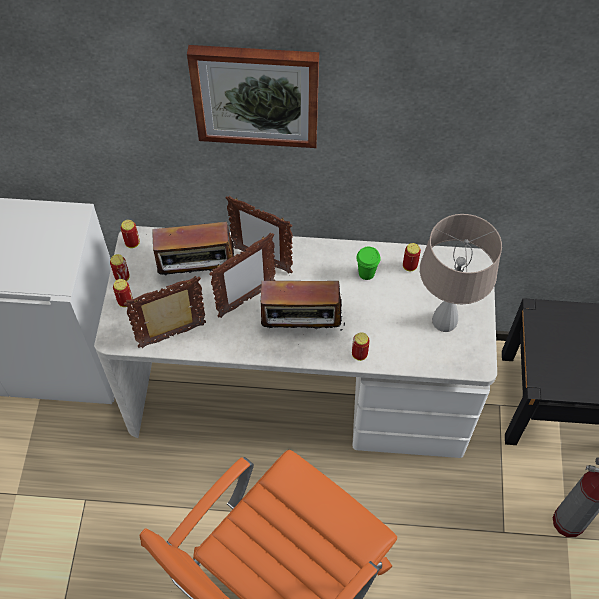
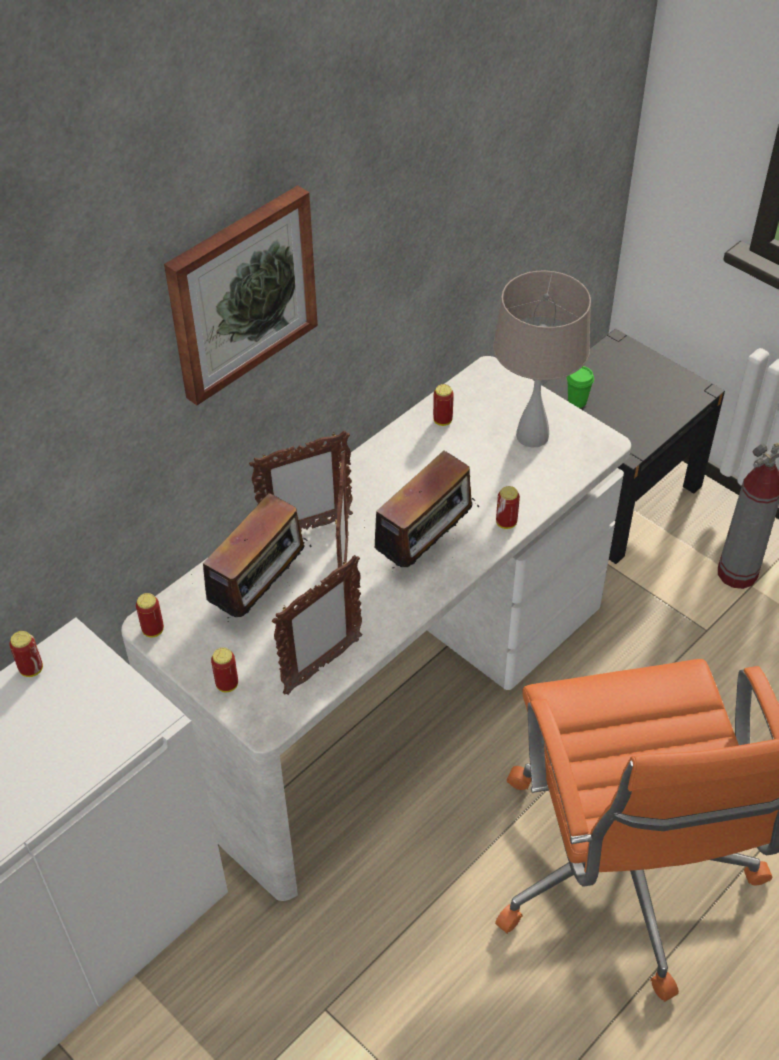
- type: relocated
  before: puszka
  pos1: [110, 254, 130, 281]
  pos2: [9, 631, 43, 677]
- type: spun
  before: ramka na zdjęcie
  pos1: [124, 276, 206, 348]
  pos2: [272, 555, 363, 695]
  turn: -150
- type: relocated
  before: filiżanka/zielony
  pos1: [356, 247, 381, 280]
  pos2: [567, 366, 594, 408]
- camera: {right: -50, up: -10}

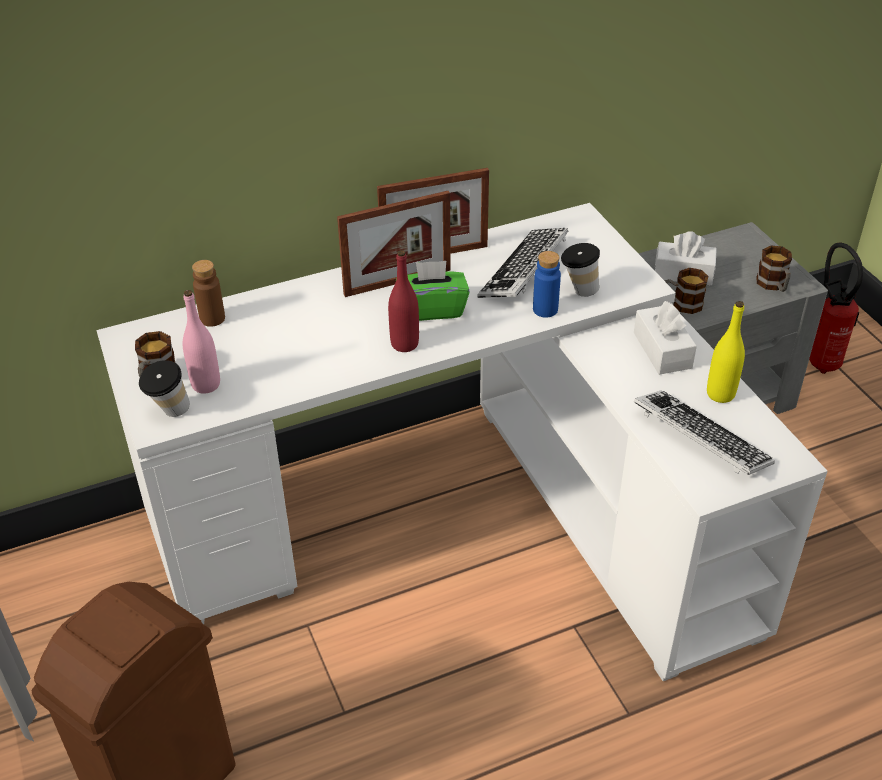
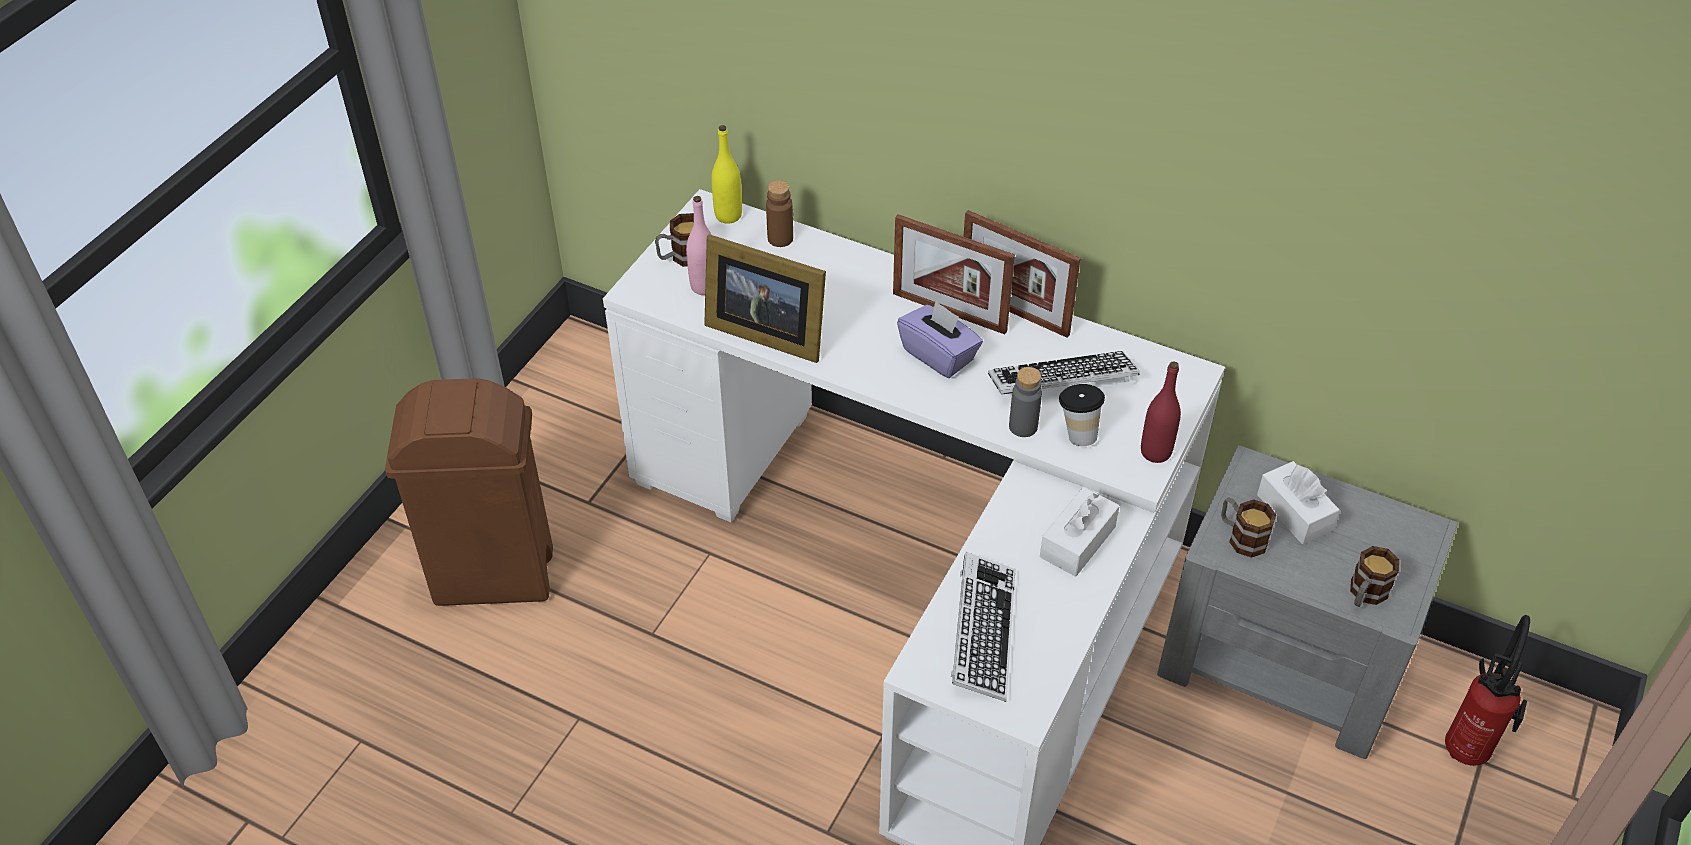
- type: appeared
  after: ramka na zdjęcie
  pos2: [704, 234, 826, 363]
- type: relocated
  before: butelka/żółty
  pos1: [707, 301, 745, 403]
  pos2: [711, 125, 742, 224]
- type: colour
  before: pudełko chusteczek/zielony
  after: pudełko chusteczek/fioletowy
  pos1: [396, 261, 469, 321]
  pos2: [897, 301, 983, 378]
- type: colour
  before: butelka/niebieski
  after: butelka/szary
  pos1: [533, 251, 561, 318]
  pos2: [1009, 367, 1042, 437]
- type: relocated
  before: butelka/czerwony
  pos1: [388, 250, 419, 352]
  pos2: [1141, 361, 1181, 463]
- type: missing
  before: filiżanka
  pos1: [139, 360, 190, 417]
- camera: {right: 50, up: 5}

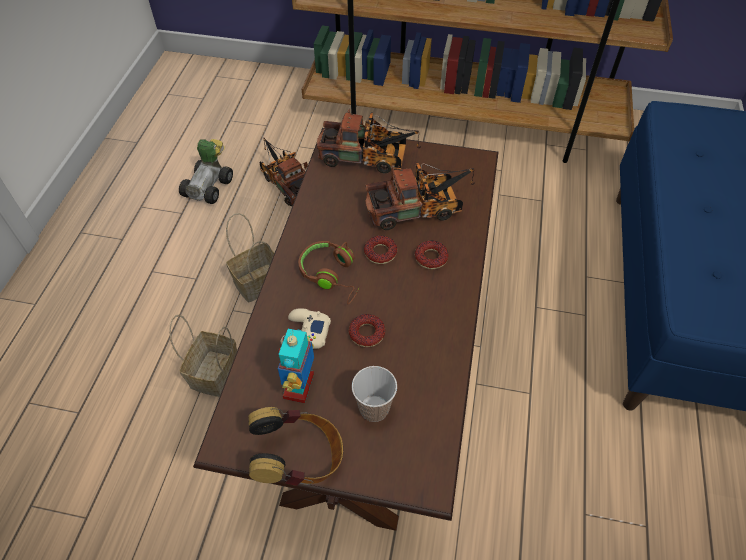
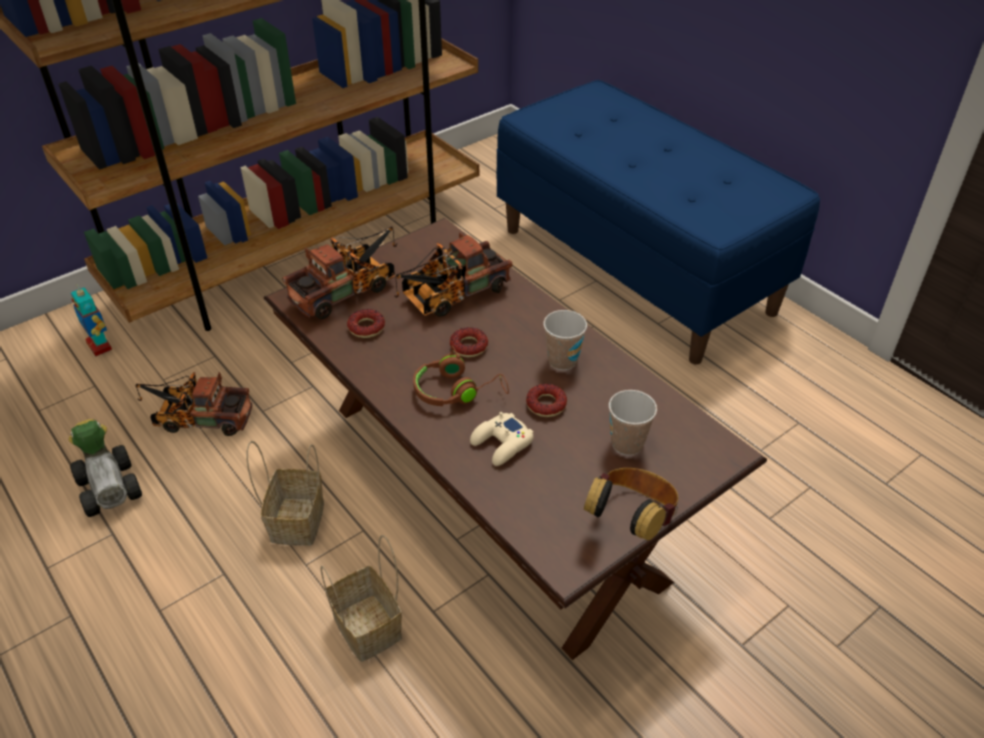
- type: relocated
  before: robot zabawkowy
  pos1: [278, 329, 314, 403]
  pos2: [71, 284, 112, 356]
- type: relocated
  before: donut
  pos1: [415, 240, 448, 269]
  pos2: [347, 309, 385, 338]
- type: spun
  before: ciężarówka zabawkowa
  pos1: [365, 162, 475, 230]
  pos2: [394, 232, 512, 317]
  turn: -150
- type: appeared
  after: filiżanka
  pos2: [543, 310, 587, 370]
- camera: {right: -50, up: -10}

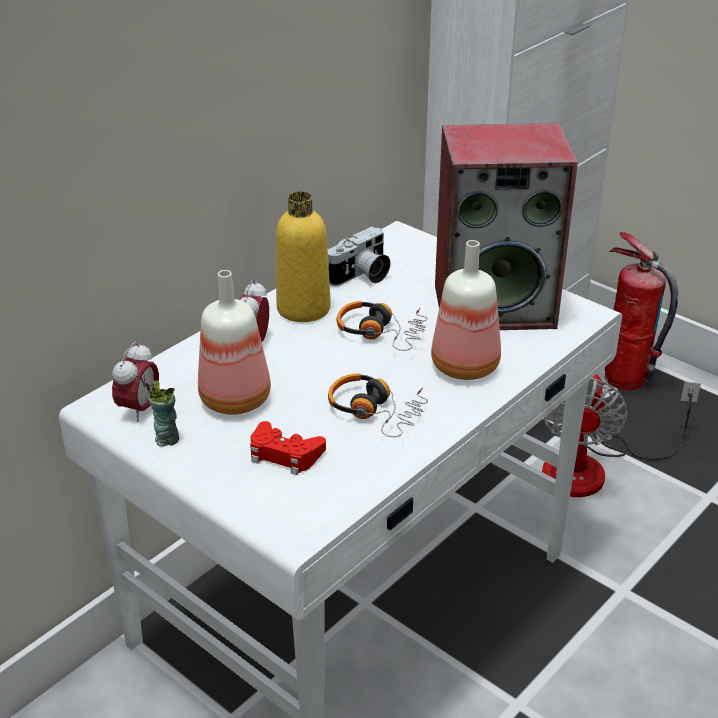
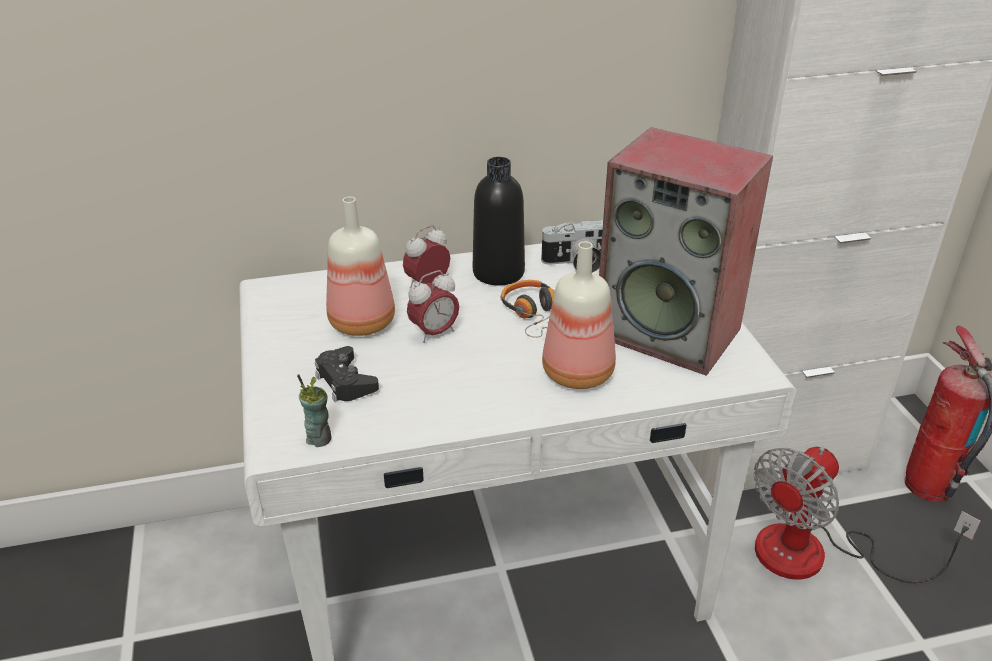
- type: relocated
  before: filiżanka
  pos1: [145, 380, 179, 446]
  pos2: [297, 374, 331, 447]
- type: colour
  before: pad do gier/czerwony
  after: pad do gier/czarny
  pos1: [250, 421, 326, 475]
  pos2: [315, 346, 379, 402]
- type: relocated
  before: budzik
  pos1: [112, 342, 159, 422]
  pos2: [407, 270, 459, 343]
- type: colour
  before: butelka/żółty
  after: butelka/czarny
  pos1: [276, 191, 331, 322]
  pos2: [473, 157, 525, 285]
- type: missing
  before: słuchawki
  pos1: [328, 373, 428, 437]
- camera: {right: 35, up: 0}

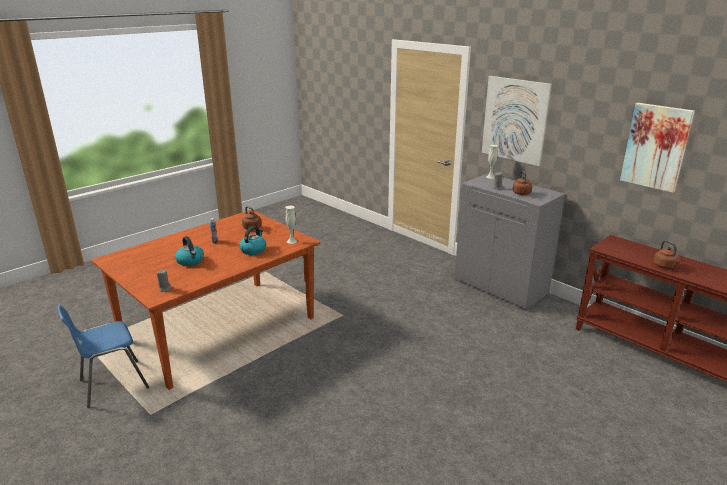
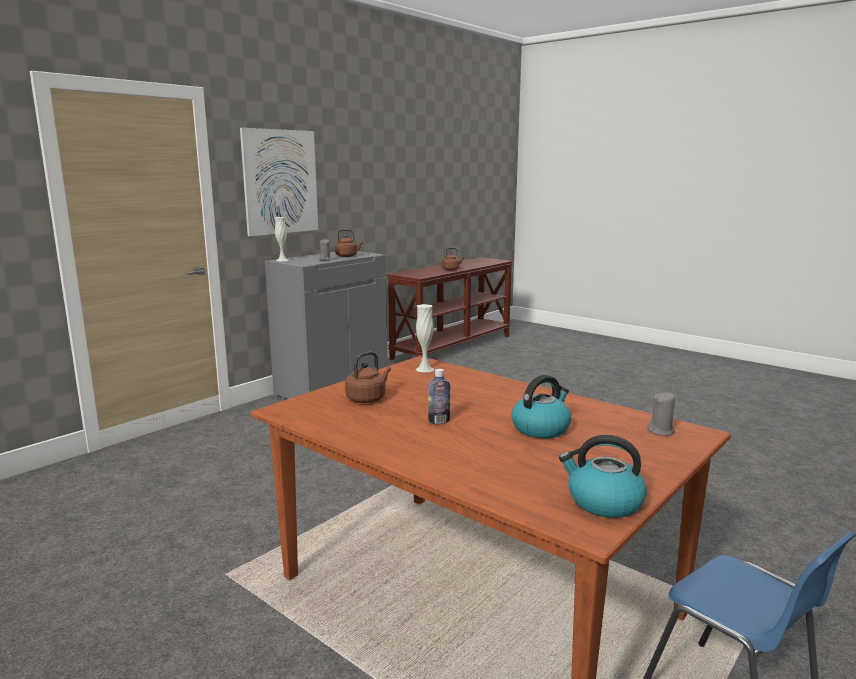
- type: relocated
  before: czajnik
  pos1: [239, 226, 266, 255]
  pos2: [559, 435, 647, 518]
- type: missing
  before: obraz
  pos1: [620, 103, 695, 193]
- camera: {right: -95, up: -10}

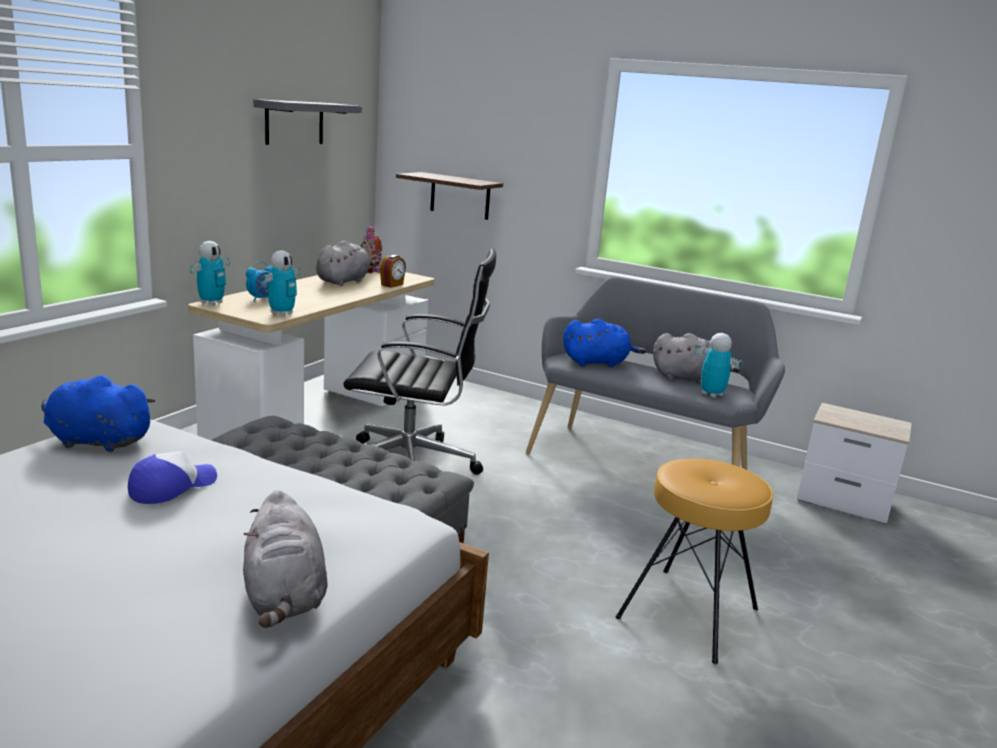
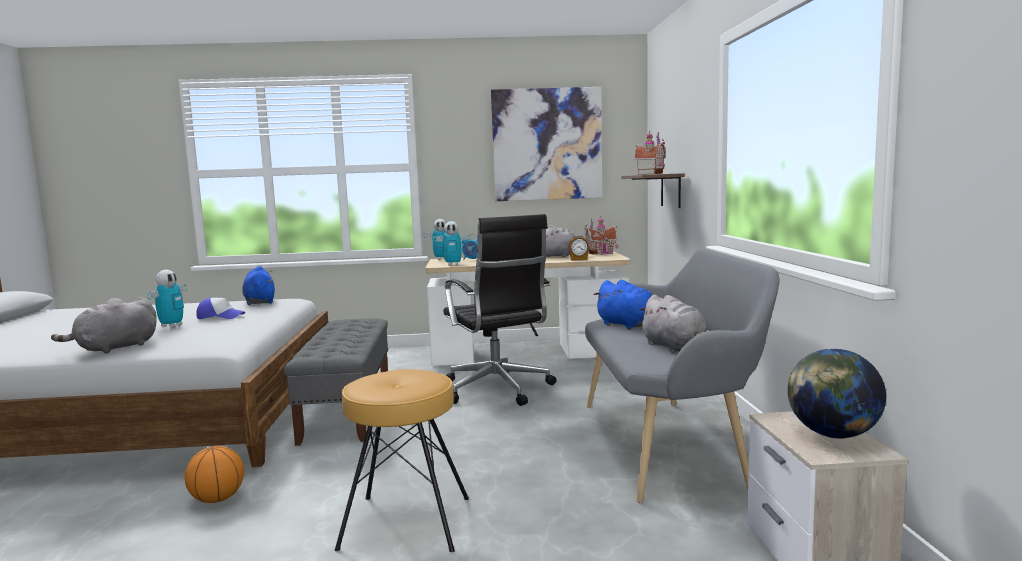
- type: relocated
  before: robot zabawkowy
  pos1: [695, 333, 743, 398]
  pos2: [148, 270, 187, 328]
- type: appeared
  after: piłka do koszykówki
  pos2: [185, 446, 244, 503]
- type: exchanged
  before: półka/szary
  after: obraz
  pos1: [253, 99, 362, 145]
  pos2: [491, 87, 603, 201]
- type: appeared
  after: domek
  pos2: [634, 131, 666, 175]
- type: appeared
  after: globus
  pos2: [788, 348, 886, 439]
- camera: {right: 60, up: -10}

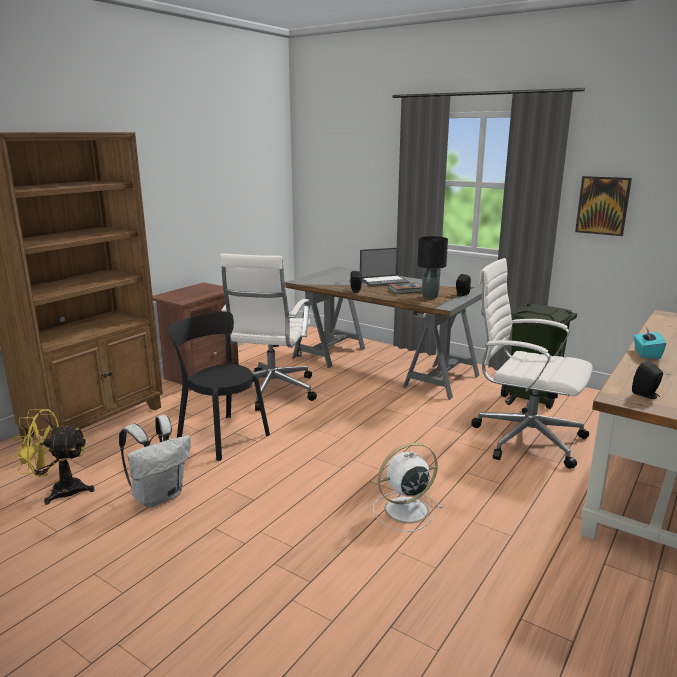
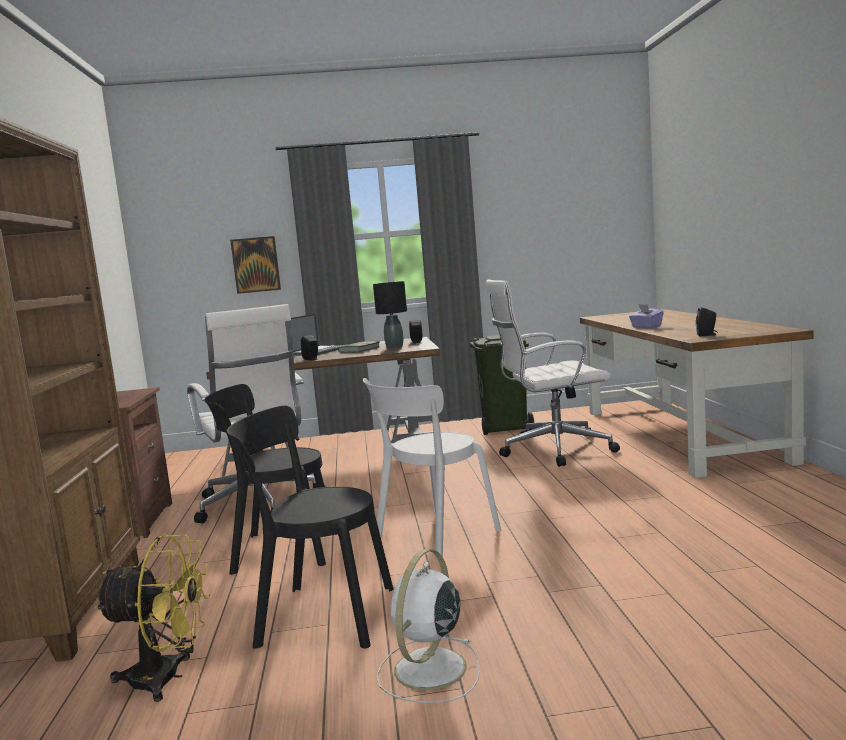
- type: spun
  before: wentylator/żółty
  pos1: [12, 409, 95, 505]
  pos2: [94, 534, 210, 702]
  turn: -135
- type: exchanged
  before: plecak/biały
  after: krzesło/czarny
  pos1: [119, 415, 191, 507]
  pos2: [227, 406, 393, 649]
- type: relocated
  before: obraz
  pos1: [575, 176, 632, 236]
  pos2: [230, 236, 281, 294]
- type: appeared
  after: krzesło/biały
  pos2: [363, 378, 501, 561]
- type: relocated
  before: wentylator/biały
  pos1: [373, 443, 442, 532]
  pos2: [376, 549, 480, 703]
- type: colour
  before: pudełko chusteczek/turkusowy
  after: pudełko chusteczek/fioletowy
  pos1: [634, 327, 666, 359]
  pos2: [629, 304, 664, 328]
- camera: {right: -40, up: -10}

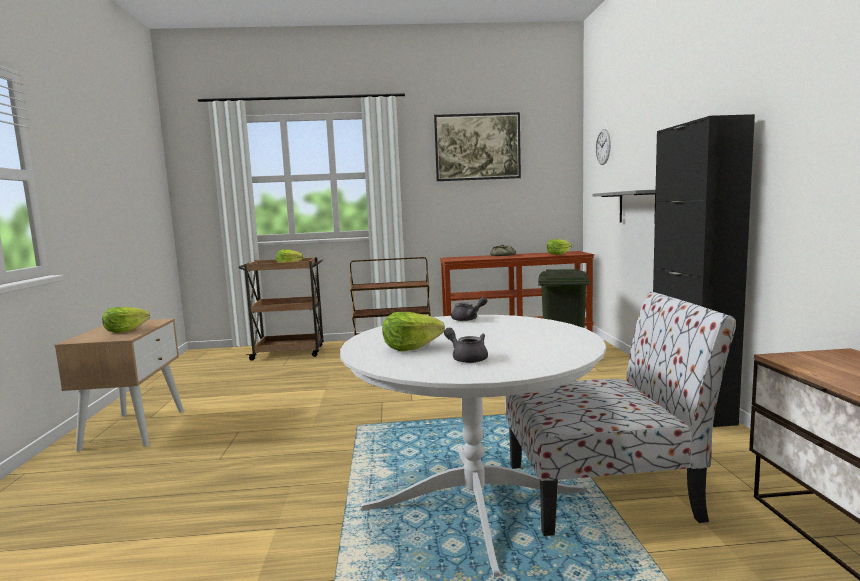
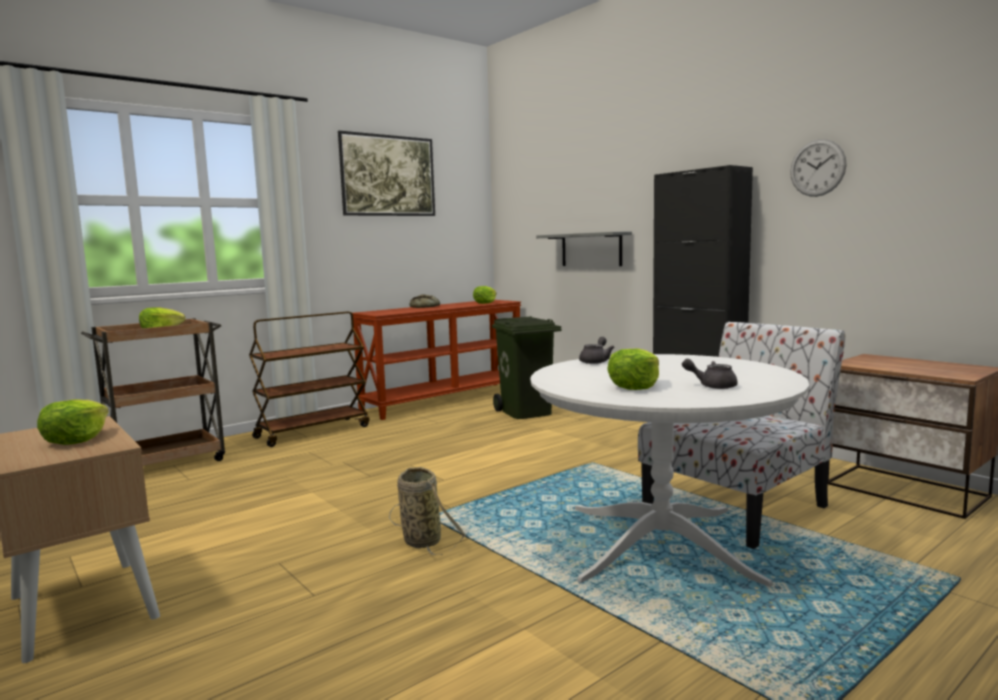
- type: appeared
  after: koszyk
  pos2: [389, 467, 467, 555]
- type: relocated
  before: zegar ścienny
  pos1: [596, 129, 611, 165]
  pos2: [790, 139, 847, 197]
- camera: {right: -35, up: 0}

